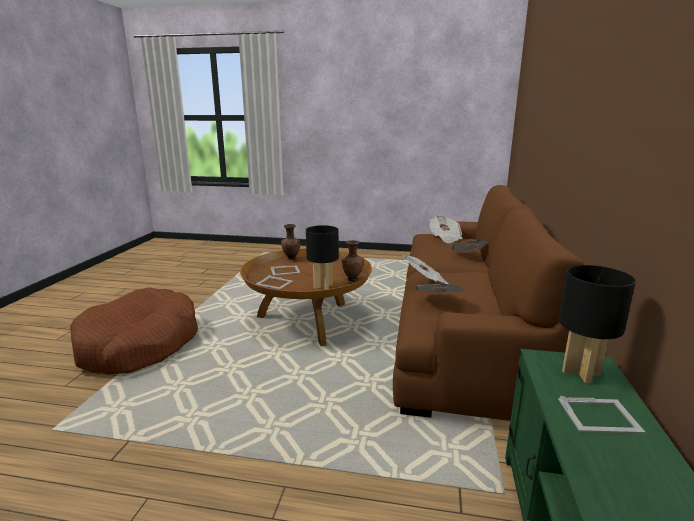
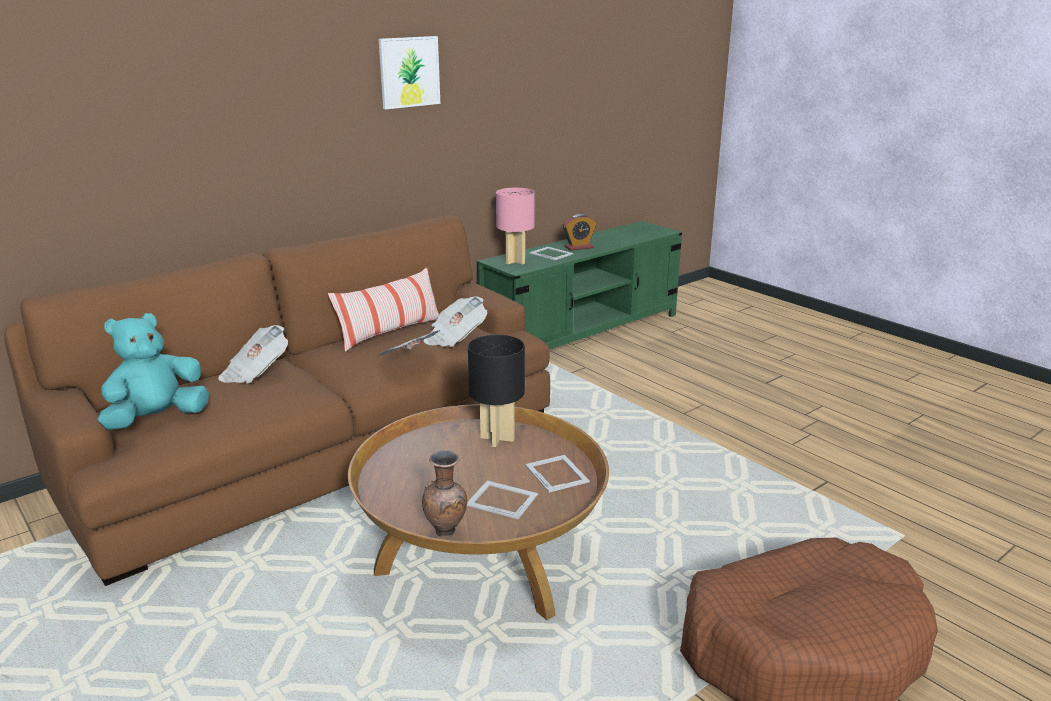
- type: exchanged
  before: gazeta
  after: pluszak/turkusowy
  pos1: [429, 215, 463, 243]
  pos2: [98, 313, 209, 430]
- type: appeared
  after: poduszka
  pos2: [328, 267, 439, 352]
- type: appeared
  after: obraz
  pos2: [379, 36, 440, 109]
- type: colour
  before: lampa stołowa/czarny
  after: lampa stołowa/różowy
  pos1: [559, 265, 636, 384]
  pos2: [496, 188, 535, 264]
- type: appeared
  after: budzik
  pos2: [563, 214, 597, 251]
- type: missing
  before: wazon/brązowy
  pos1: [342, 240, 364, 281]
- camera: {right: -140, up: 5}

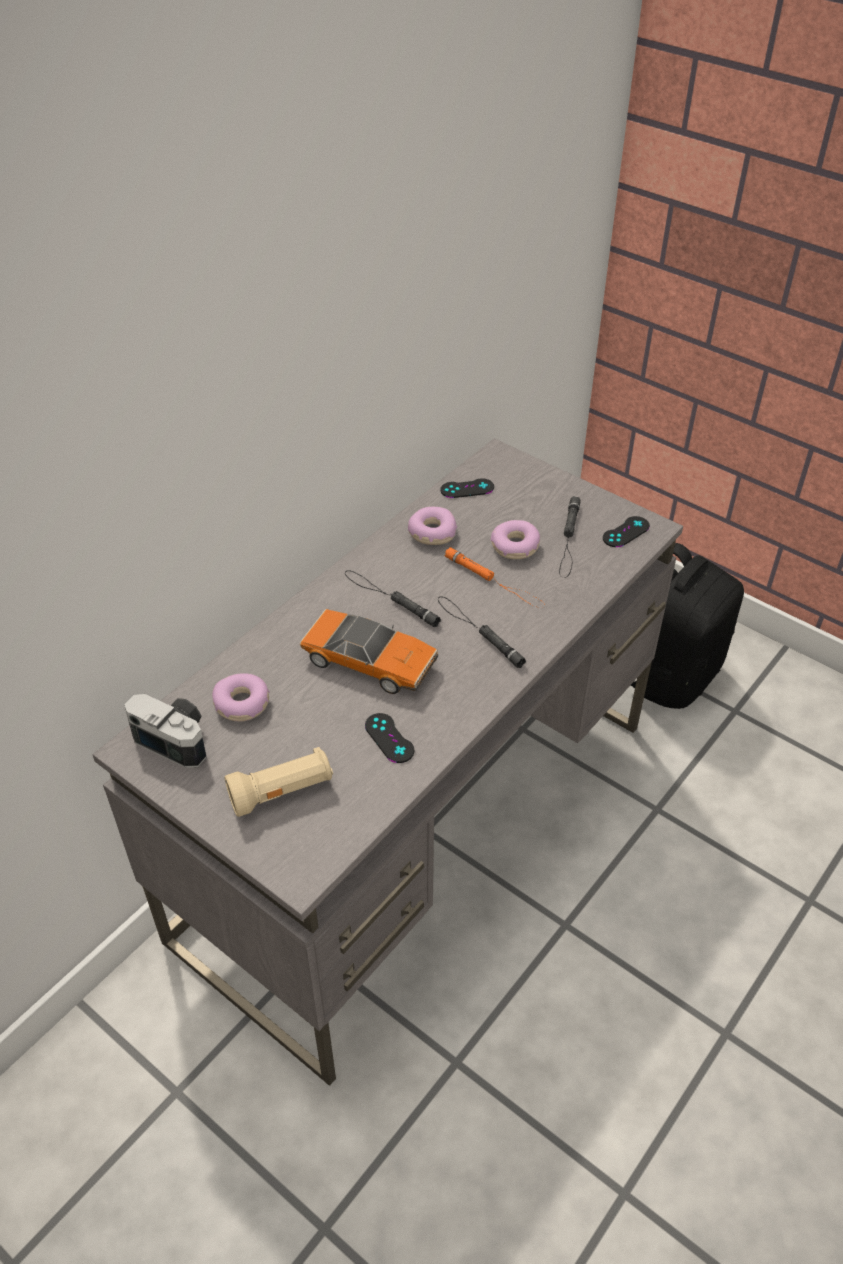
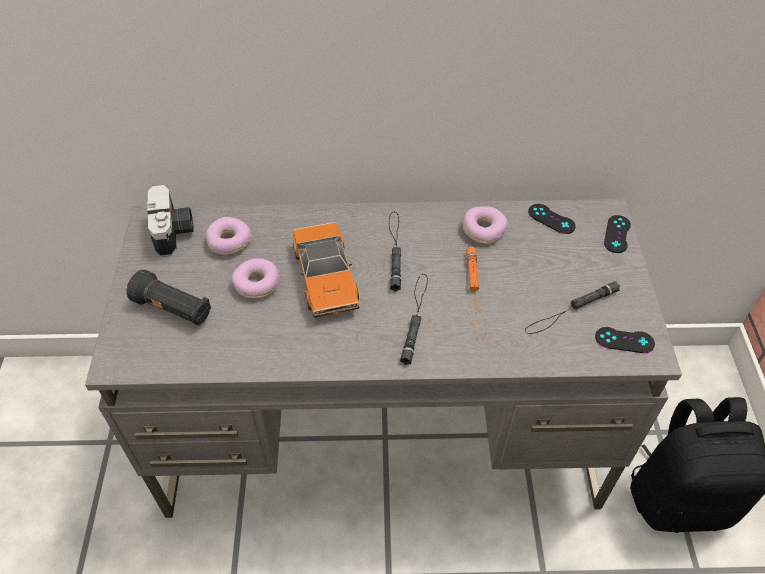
- type: colour
  before: latarka/beżowy
  after: latarka/czarny
  pos1: [224, 747, 333, 817]
  pos2: [126, 269, 211, 325]
- type: relocated
  before: donut
  pos1: [490, 520, 540, 559]
  pos2: [231, 258, 280, 299]
- type: relocated
  before: pad do gier/czarny
  pos1: [365, 713, 414, 763]
  pos2: [604, 215, 631, 253]
- camera: {right: 50, up: 5}

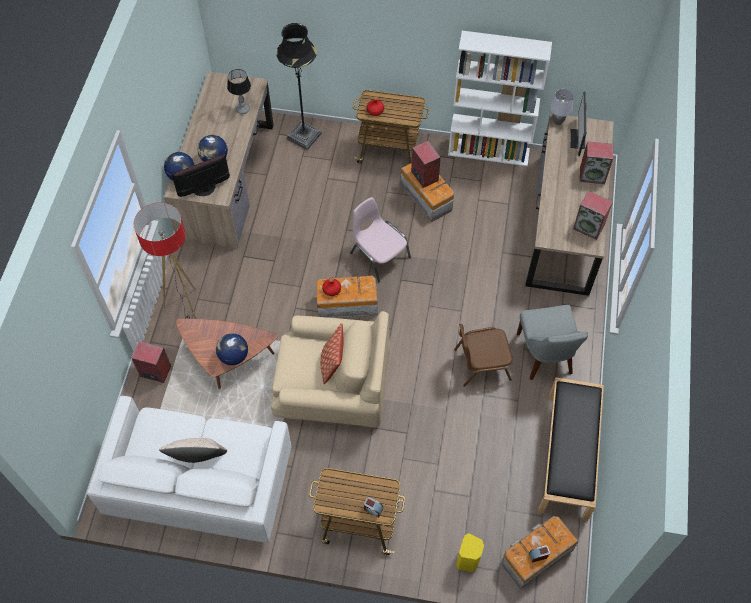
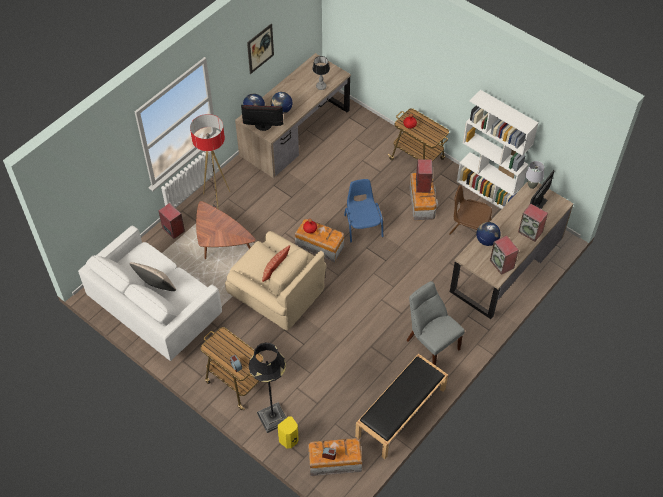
- type: appeared
  after: obraz
  pos2: [247, 23, 274, 74]
- type: relocated
  before: lampa stojąca/czarny
  pos1: [276, 23, 322, 150]
  pos2: [249, 343, 287, 433]
- type: colour
  before: krzesło/różowy
  after: krzesło/niebieski
  pos1: [350, 197, 411, 283]
  pos2: [344, 179, 383, 243]
- type: spun
  before: krzesło/szary
  pos1: [517, 305, 588, 380]
  pos2: [407, 281, 465, 366]
  turn: 120
- type: relocated
  before: krzesło/brązowy
  pos1: [454, 324, 512, 387]
  pos2: [449, 185, 492, 235]
- type: relocated
  before: globus
  pos1: [216, 333, 248, 365]
  pos2: [476, 222, 501, 246]
- camera: {right: 30, up: -5}

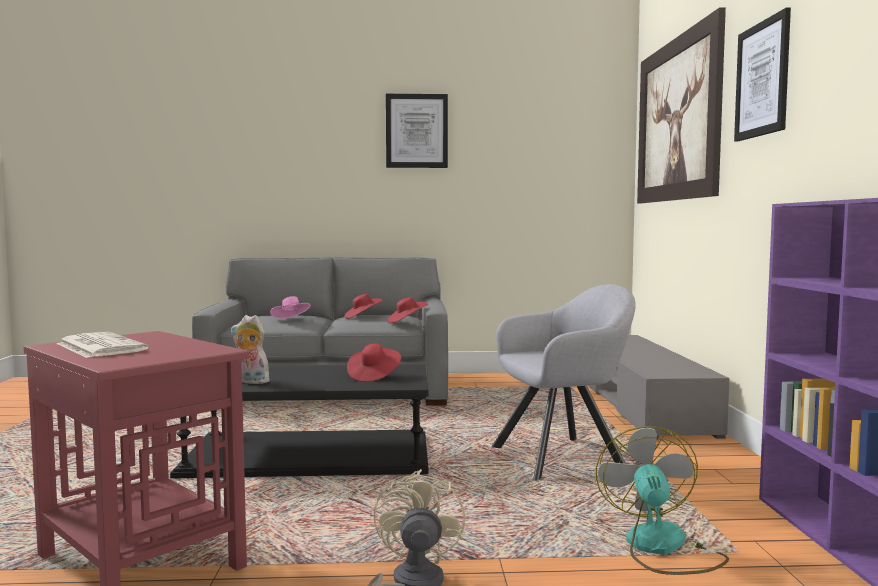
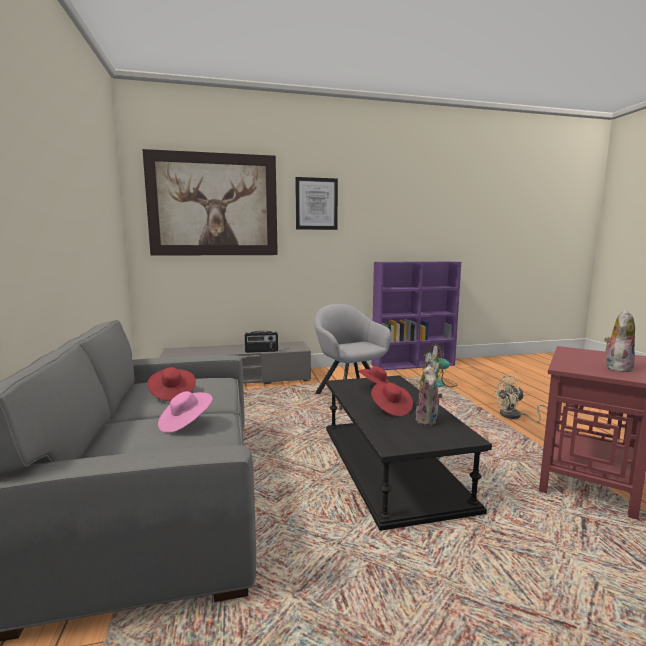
- type: appeared
  after: radio
  pos2: [245, 331, 278, 353]
- type: relocated
  before: kapelusz/czerwony
  pos1: [388, 297, 428, 323]
  pos2: [371, 383, 413, 417]
- type: exchanged
  before: gazeta
  after: pluszak
  pos1: [57, 332, 148, 358]
  pos2: [604, 310, 635, 372]
- type: missing
  before: obraz
  pos1: [386, 94, 448, 168]
- camera: {right: -100, up: 5}

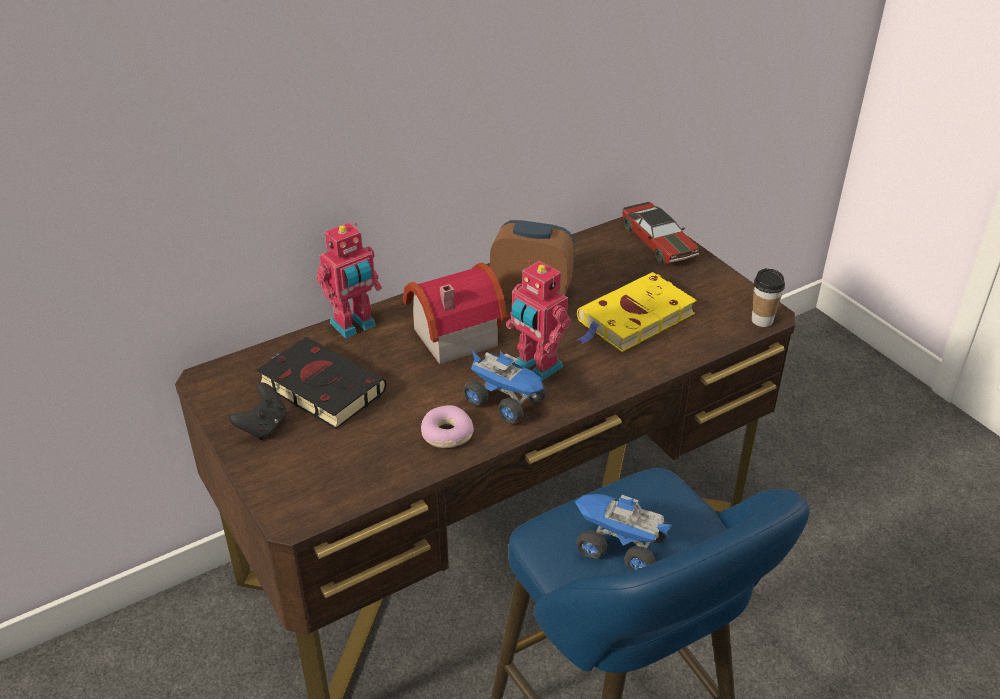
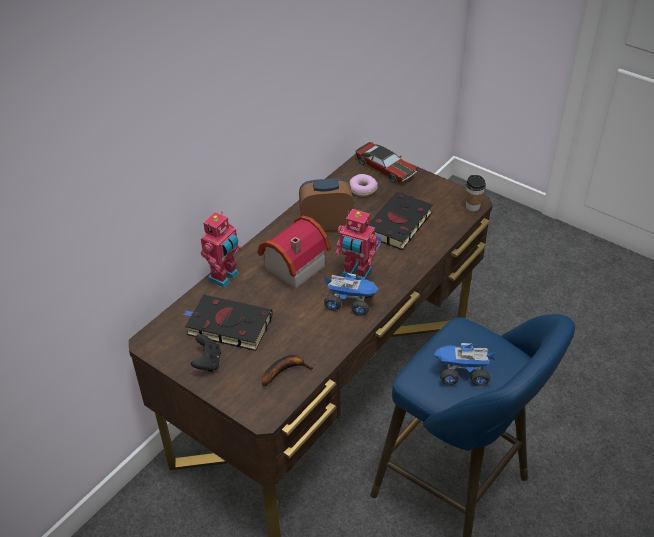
- type: appeared
  after: banan
  pos2: [262, 355, 313, 387]
- type: relocated
  before: donut
  pos1: [421, 405, 474, 448]
  pos2: [350, 174, 378, 196]
- type: colour
  before: książka/żółty
  after: książka/czarny
  pos1: [577, 272, 697, 352]
  pos2: [369, 192, 433, 250]
- camera: {right: -20, up: 5}

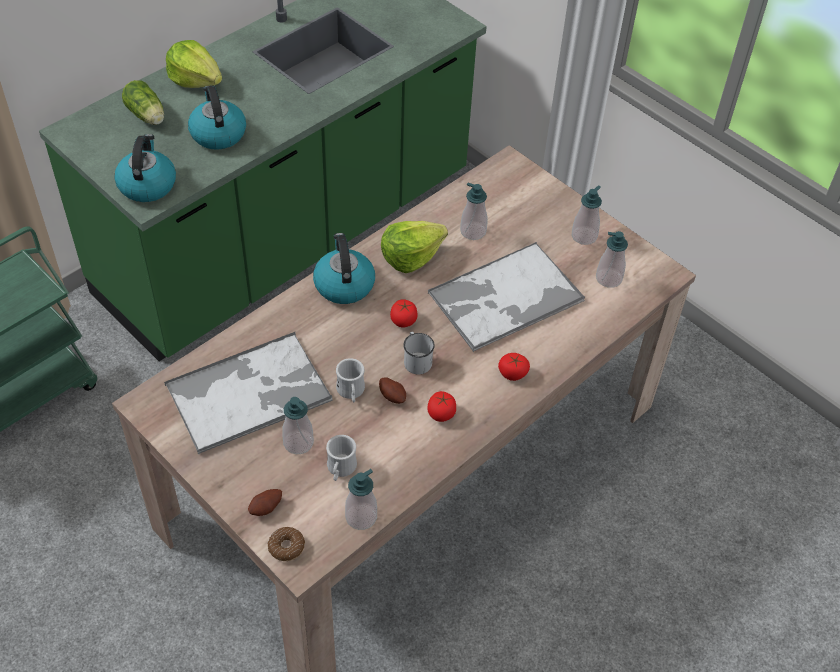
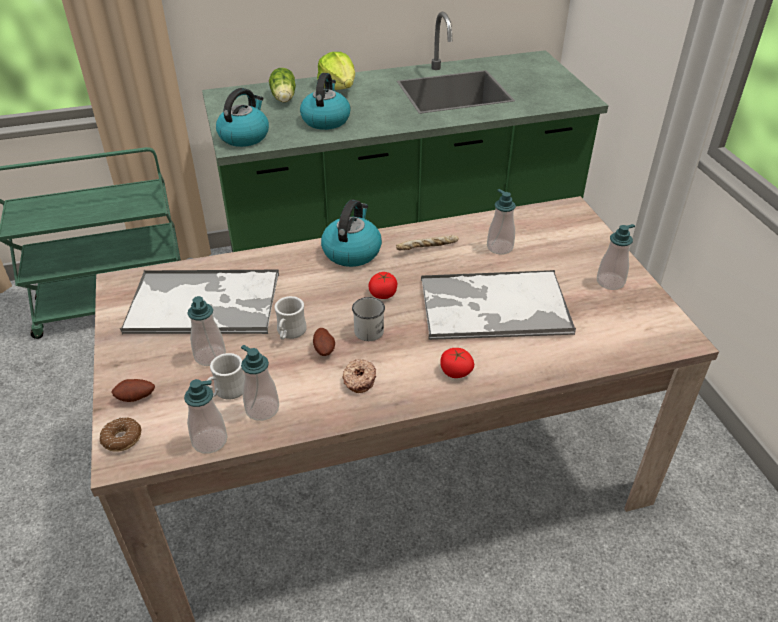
- type: relocated
  before: dozownik mydła
  pos1: [596, 231, 628, 288]
  pos2: [241, 345, 279, 421]
- type: exchanged
  before: pomidor
  after: donut
  pos1: [427, 391, 456, 422]
  pos2: [343, 359, 376, 393]
- type: exchanged
  before: sałata
  after: chleb
  pos1: [381, 221, 448, 273]
  pos2: [396, 235, 459, 250]
- camera: {right: 30, up: -10}

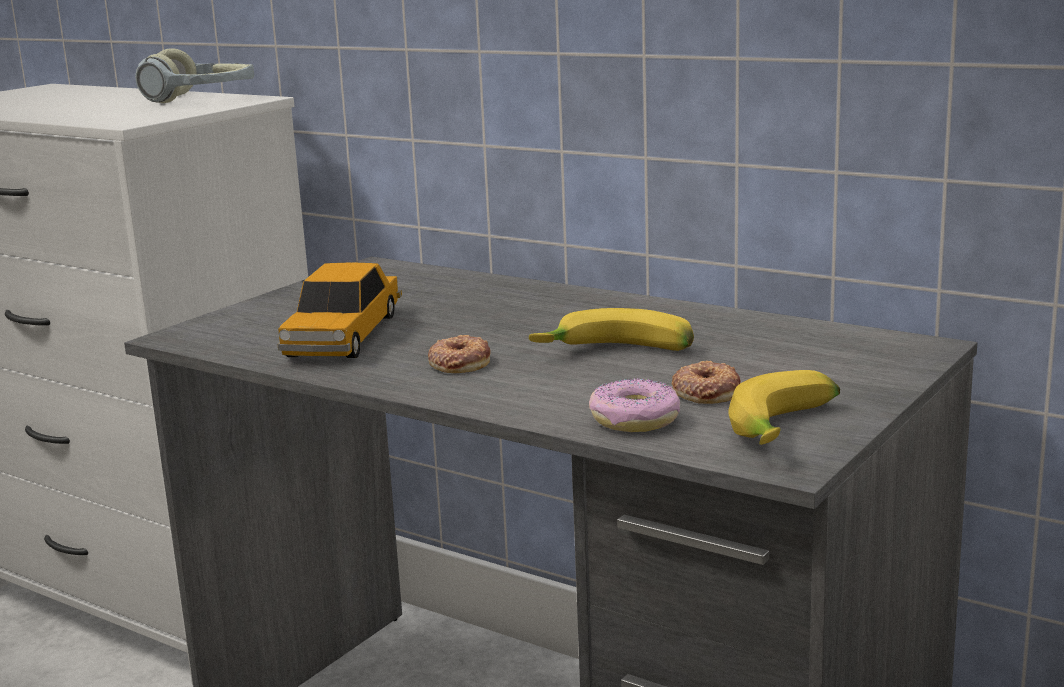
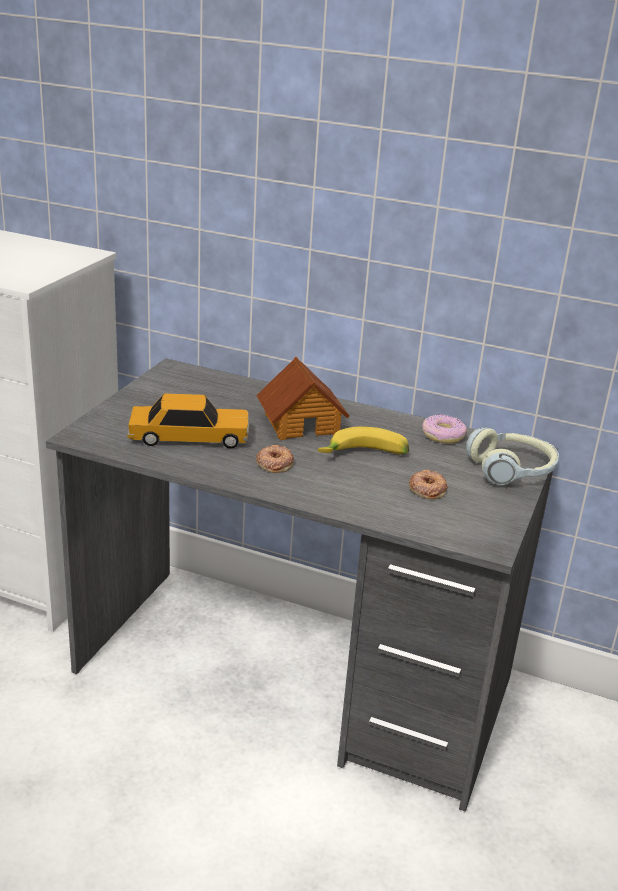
- type: spun
  before: samochodzik
  pos1: [278, 262, 402, 358]
  pos2: [127, 393, 249, 449]
  turn: -90
- type: appeared
  after: domek
  pos2: [256, 357, 349, 440]
- type: relocated
  before: donut
  pos1: [589, 378, 680, 432]
  pos2: [422, 414, 467, 443]
- type: relocated
  before: słuchawki
  pos1: [135, 49, 254, 103]
  pos2: [466, 427, 559, 485]
- type: missing
  before: banan
  pos1: [728, 370, 840, 445]
- camera: {right: -15, up: 10}

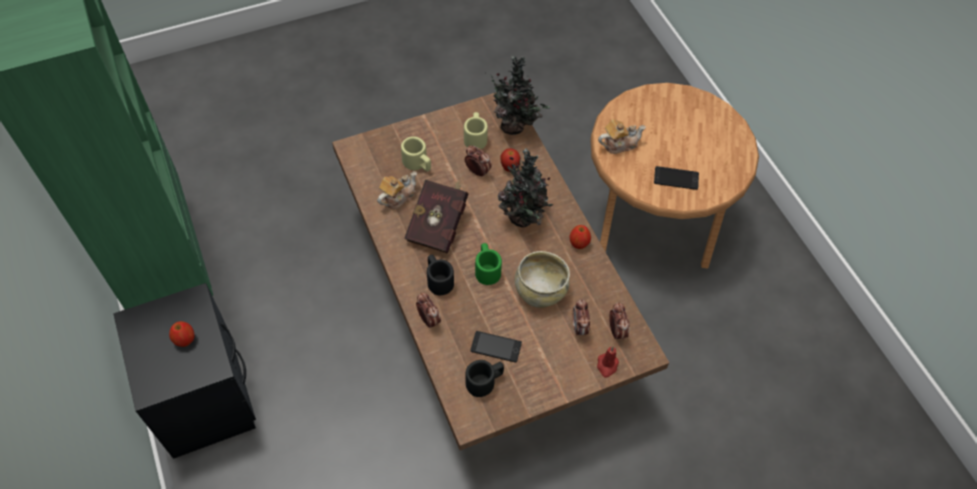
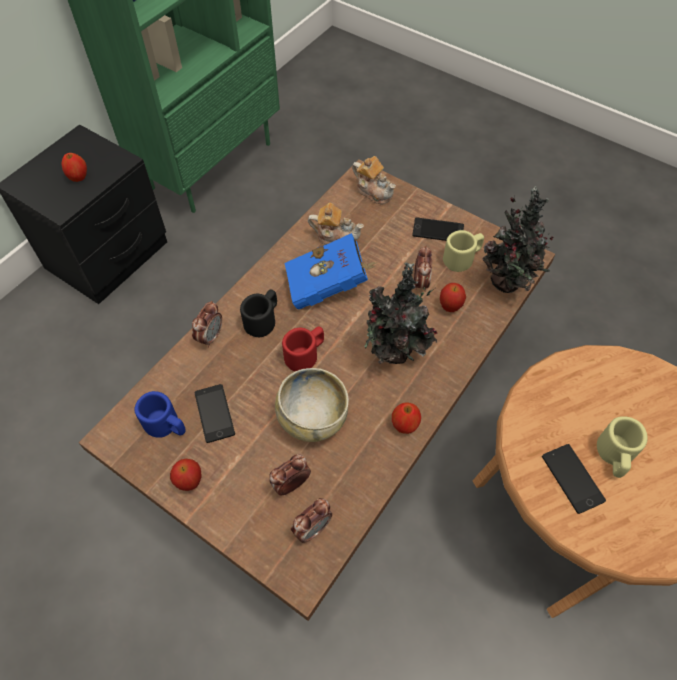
- type: colour
  before: kubek/czarny
  after: kubek/niebieski
  pos1: [466, 360, 504, 397]
  pos2: [134, 391, 186, 438]
- type: appeared
  after: jabłko
  pos2: [170, 459, 202, 491]
- type: colour
  before: kubek/zielony
  after: kubek/czerwony
  pos1: [475, 243, 502, 285]
  pos2: [282, 326, 324, 371]
- type: colour
  before: książka/czerwony
  after: książka/niebieski
  pos1: [404, 180, 468, 254]
  pos2: [285, 233, 378, 310]
- type: relocated
  before: imbryk
  pos1: [598, 119, 646, 154]
  pos2: [352, 156, 396, 204]
- type: appeared
  after: telefon
  pos2: [413, 217, 464, 241]
- type: relocated
  before: kubek/beżowy
  pos1: [401, 136, 431, 171]
  pos2: [597, 416, 648, 478]
- type: missing
  before: świeca/czerwony
  pos1: [597, 346, 619, 378]
- camera: {right: 60, up: 0}

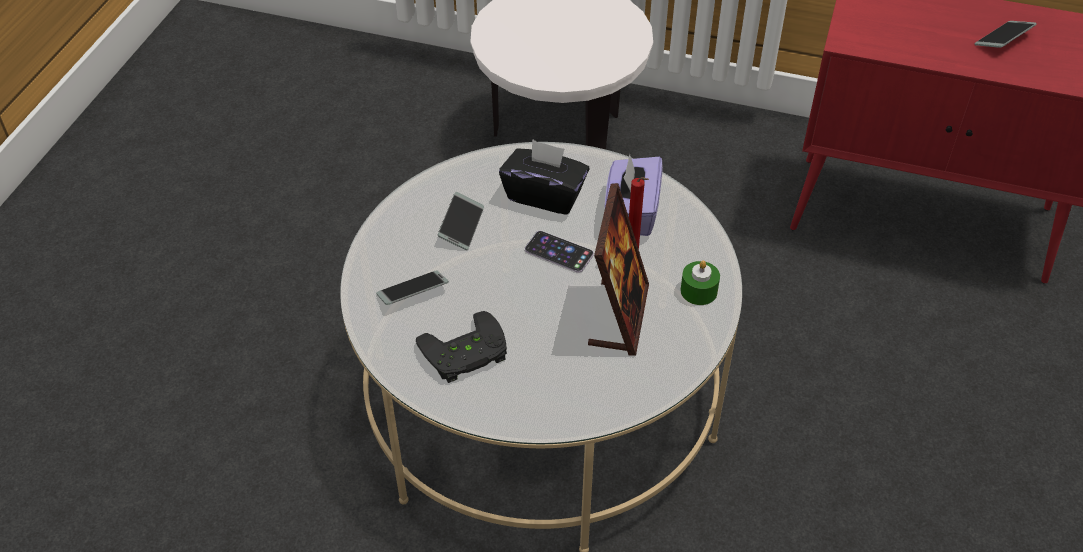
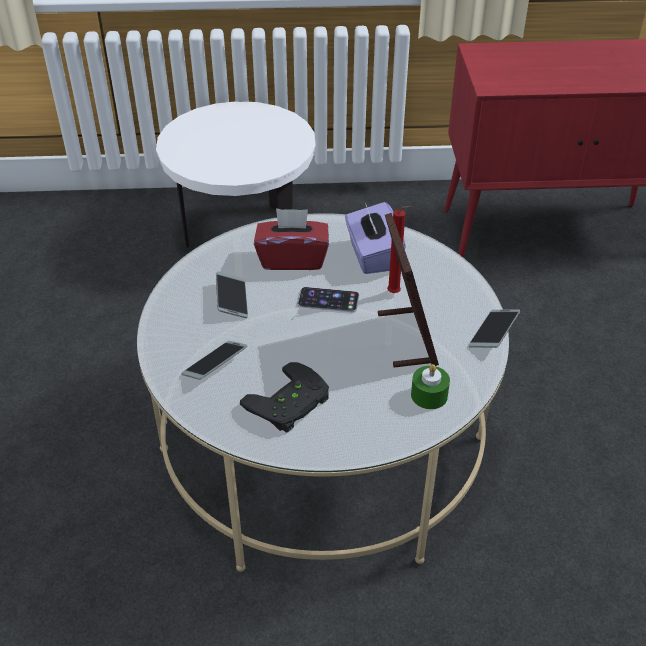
- type: colour
  before: pudełko chusteczek/czarny
  after: pudełko chusteczek/czerwony
  pos1: [499, 139, 590, 215]
  pos2: [254, 208, 329, 270]
- type: relocated
  before: świeca/zielony
  pos1: [680, 260, 720, 305]
  pos2: [411, 364, 450, 409]
- type: relocated
  before: telefon
  pos1: [975, 21, 1036, 48]
  pos2: [469, 309, 520, 348]
- camera: {right: -20, up: -5}

